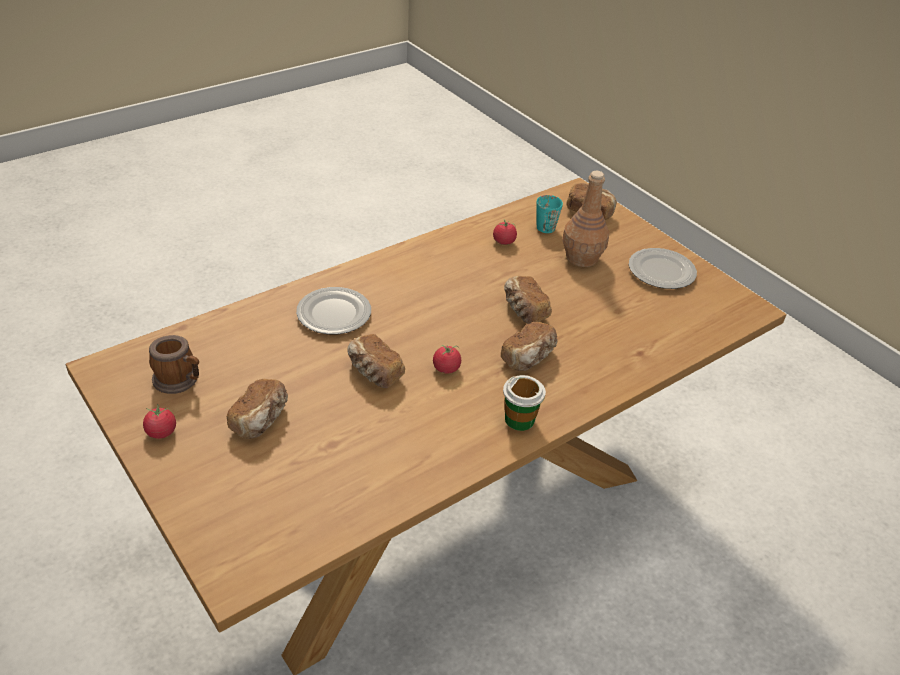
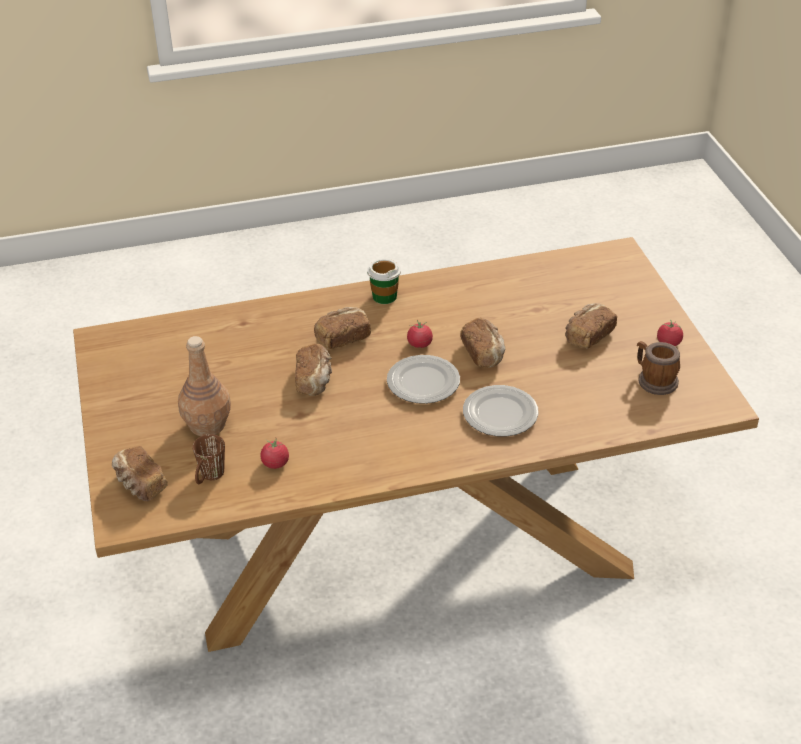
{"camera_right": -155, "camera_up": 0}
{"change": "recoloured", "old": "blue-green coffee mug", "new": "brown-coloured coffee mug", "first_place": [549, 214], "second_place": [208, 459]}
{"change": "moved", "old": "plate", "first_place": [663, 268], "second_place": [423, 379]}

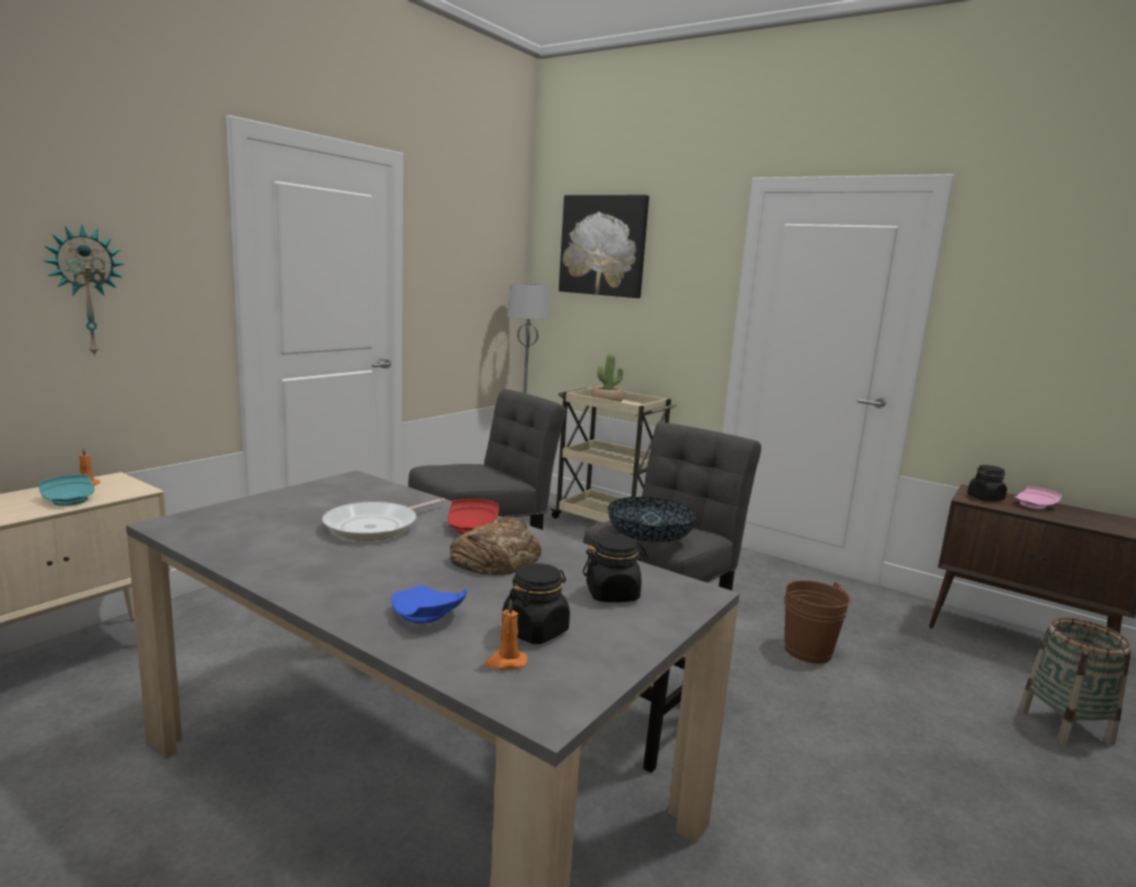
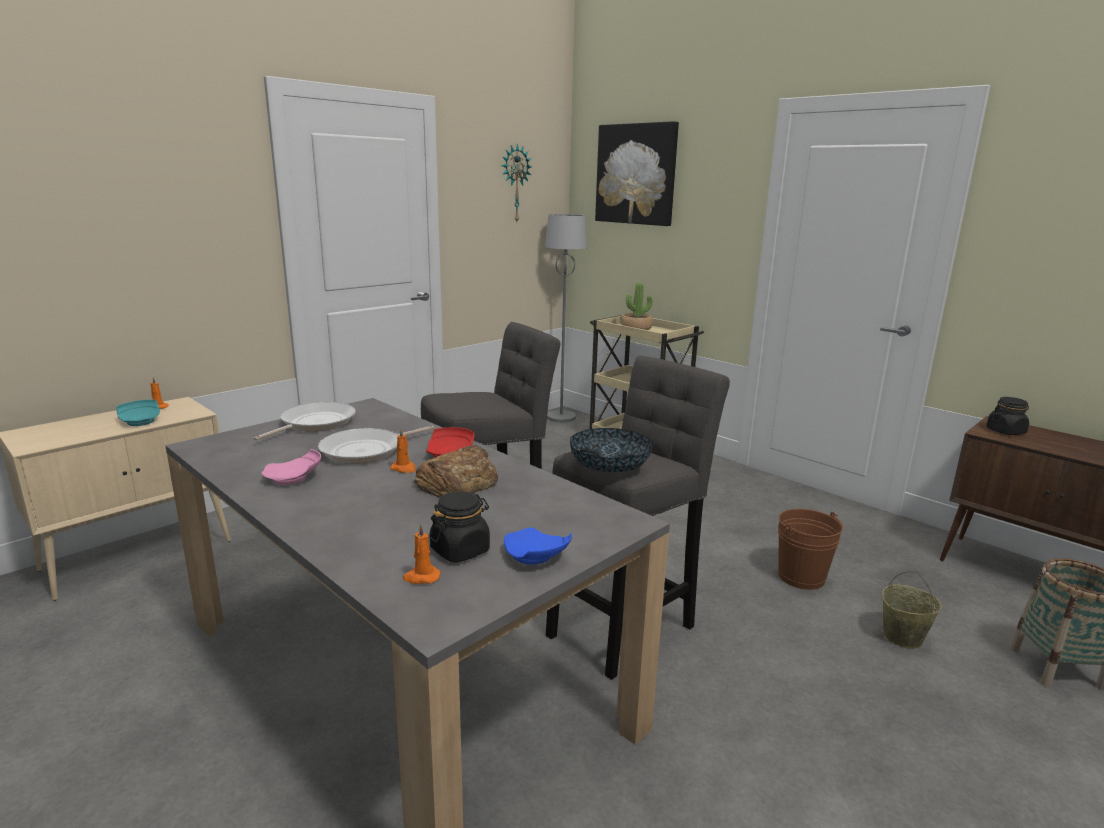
{"camera_right": 10, "camera_up": 5}
{"change": "moved", "old": "hanging clock", "first_place": [84, 291], "second_place": [516, 182]}
{"change": "moved", "old": "blue plate", "first_place": [429, 604], "second_place": [538, 546]}
{"change": "removed", "old": "black storage jar", "first_place": [615, 568]}
{"change": "moved", "old": "pink plate", "first_place": [1038, 498], "second_place": [291, 467]}
{"change": "added", "new": "pan", "second_place": [304, 421]}
{"change": "added", "new": "orangey wax light", "second_place": [403, 450]}
{"change": "added", "new": "beige-coloured water bucket", "second_place": [912, 610]}

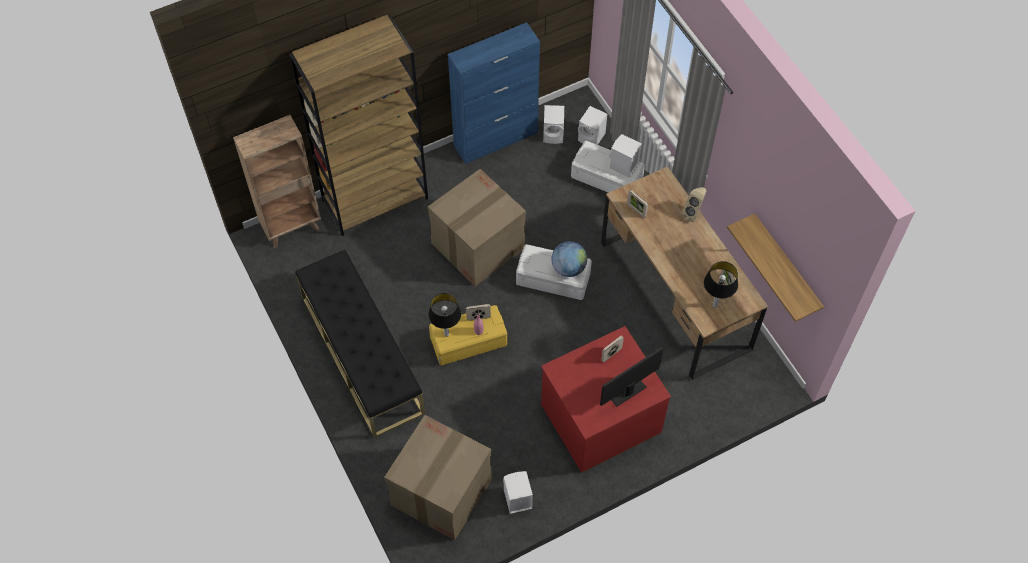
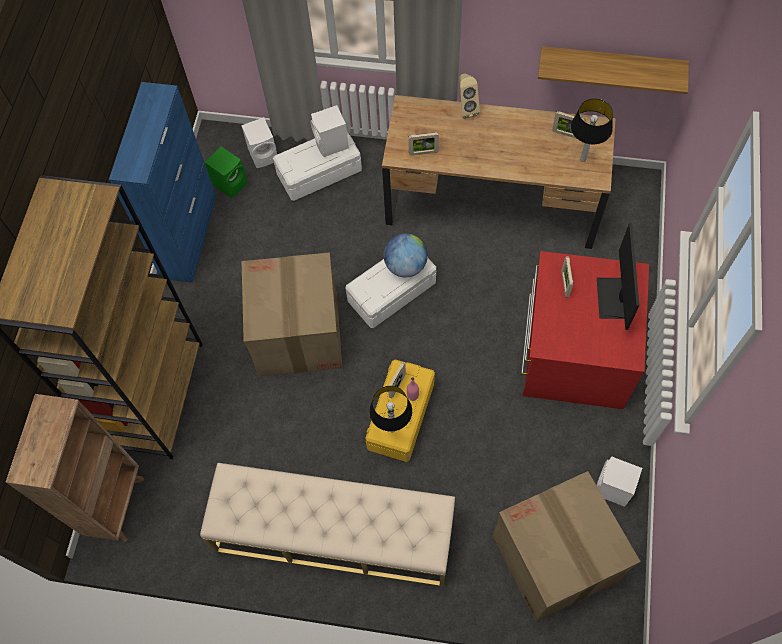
{"camera_right": -50, "camera_up": 5}
{"change": "recoloured", "old": "black bench", "new": "beige-coloured bench", "first_place": [360, 344], "second_place": [327, 525]}
{"change": "recoloured", "old": "white-coloured audio speaker", "new": "green-coloured audio speaker", "first_place": [553, 124], "second_place": [225, 172]}

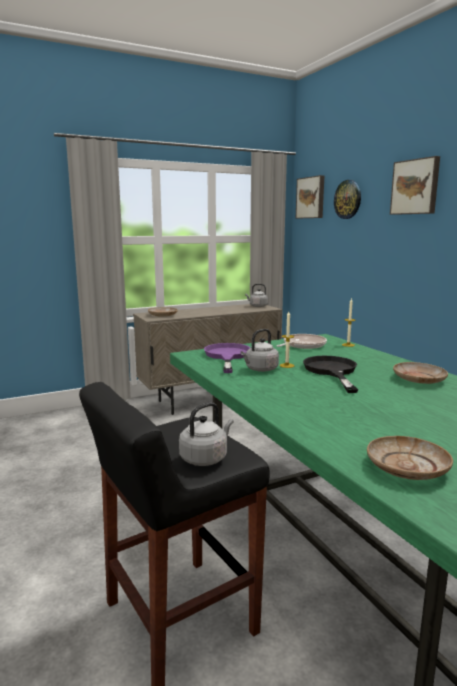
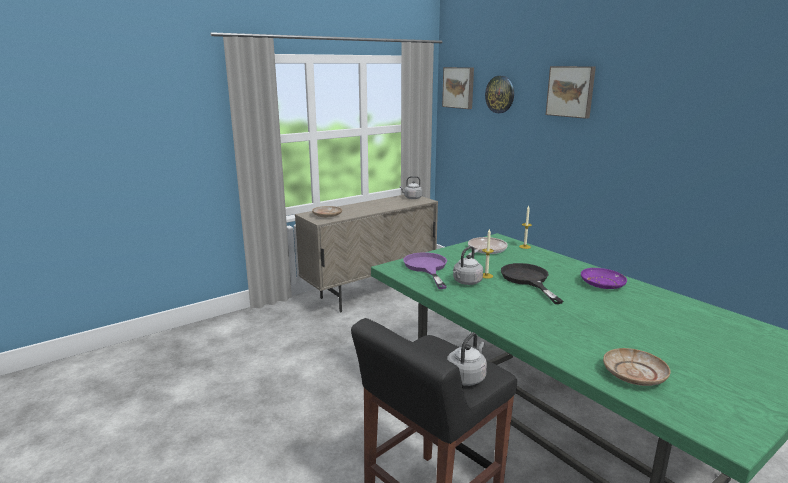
{"camera_right": -10, "camera_up": 5}
{"change": "recoloured", "old": "beige-coloured plate", "new": "purplish plate", "first_place": [420, 373], "second_place": [604, 278]}

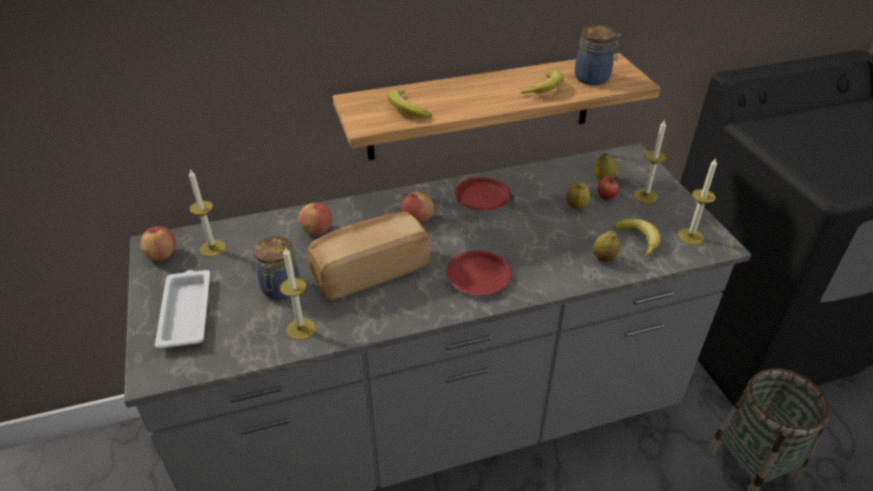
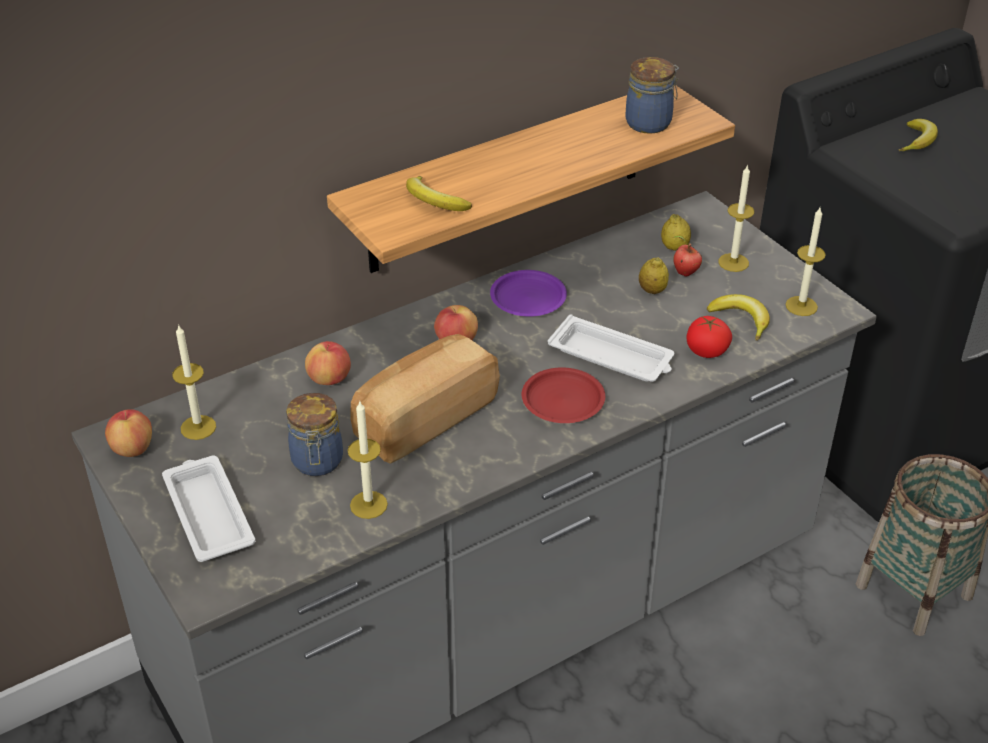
{"camera_right": -15, "camera_up": 0}
{"change": "recoloured", "old": "red plate", "new": "purplish plate", "first_place": [482, 194], "second_place": [528, 293]}
{"change": "moved", "old": "whole banana", "first_place": [542, 82], "second_place": [918, 135]}
{"change": "replaced", "old": "lemon", "new": "fresh tomato", "first_place": [606, 246], "second_place": [709, 337]}
{"change": "added", "new": "white-coloured carrying tray", "second_place": [611, 348]}

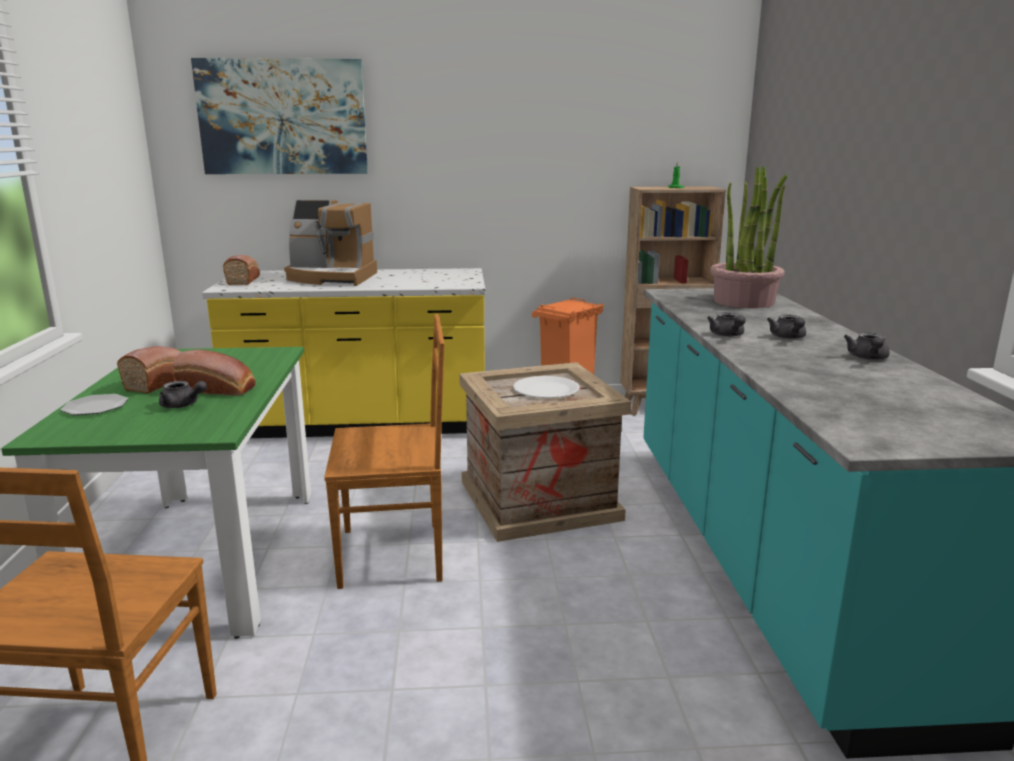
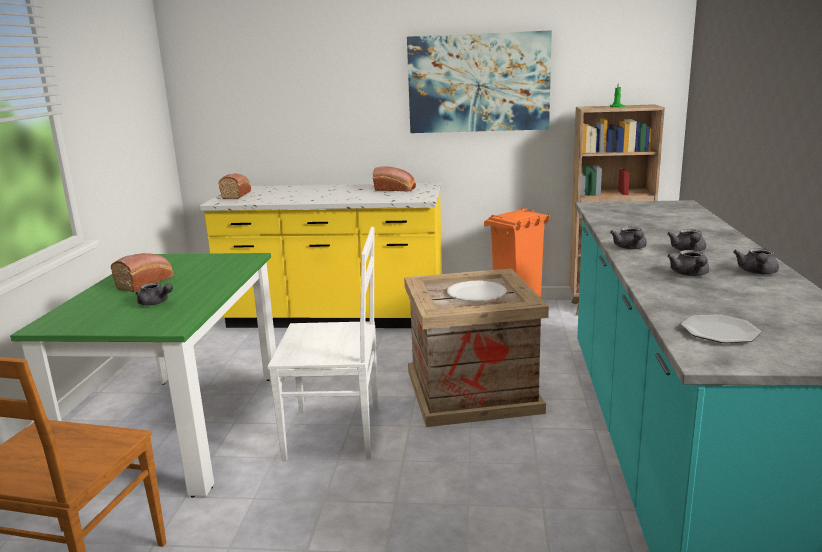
{"camera_right": 10, "camera_up": 0}
{"change": "moved", "old": "plate", "first_place": [94, 404], "second_place": [721, 328]}
{"change": "moved", "old": "bread", "first_place": [214, 373], "second_place": [394, 179]}
{"change": "moved", "old": "wall art", "first_place": [279, 116], "second_place": [479, 81]}
{"change": "removed", "old": "coffee maker", "first_place": [330, 243]}
{"change": "recoloured", "old": "brown-coloured upright chair", "new": "white-coloured upright chair", "first_place": [384, 451], "second_place": [323, 344]}
{"change": "removed", "old": "plant in a pot", "first_place": [749, 237]}
{"change": "added", "new": "grey tea pot", "second_place": [688, 263]}

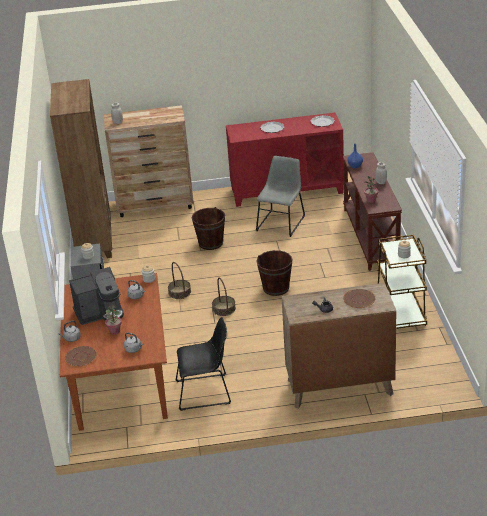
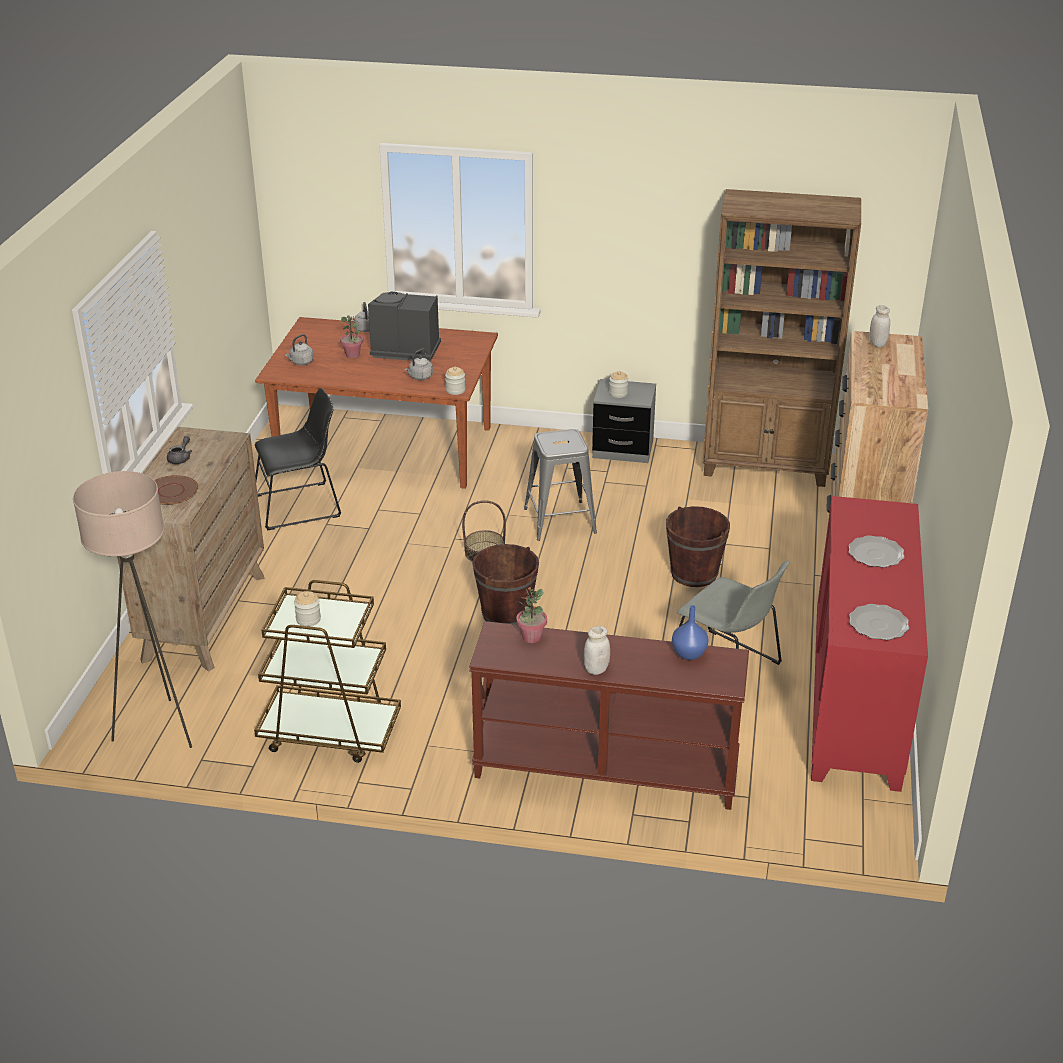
{"camera_right": 105, "camera_up": 0}
{"change": "removed", "old": "brown-coloured plate", "first_place": [81, 356]}
{"change": "turned", "old": "coffee maker", "first_place": [96, 296], "second_place": [404, 326], "degrees": 105}
{"change": "replaced", "old": "storage basket", "new": "grey stool seat", "first_place": [179, 280], "second_place": [560, 485]}
{"change": "turned", "old": "black upright chair", "first_place": [203, 364], "second_place": [298, 459], "degrees": -120}
{"change": "added", "new": "beige-coloured standard lamp", "second_place": [132, 609]}

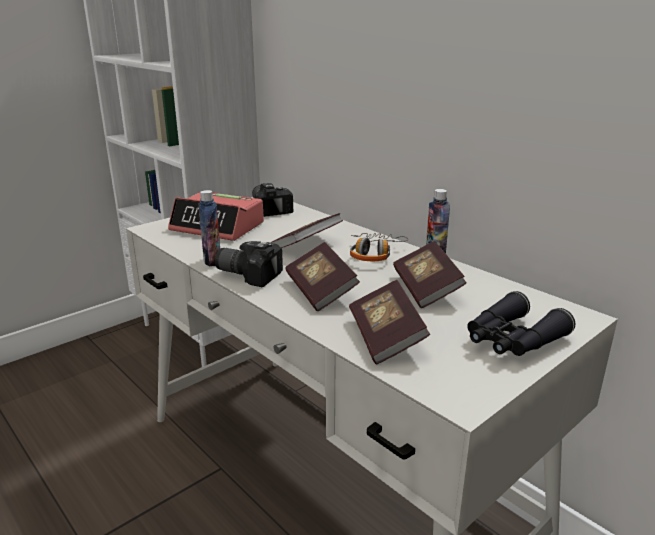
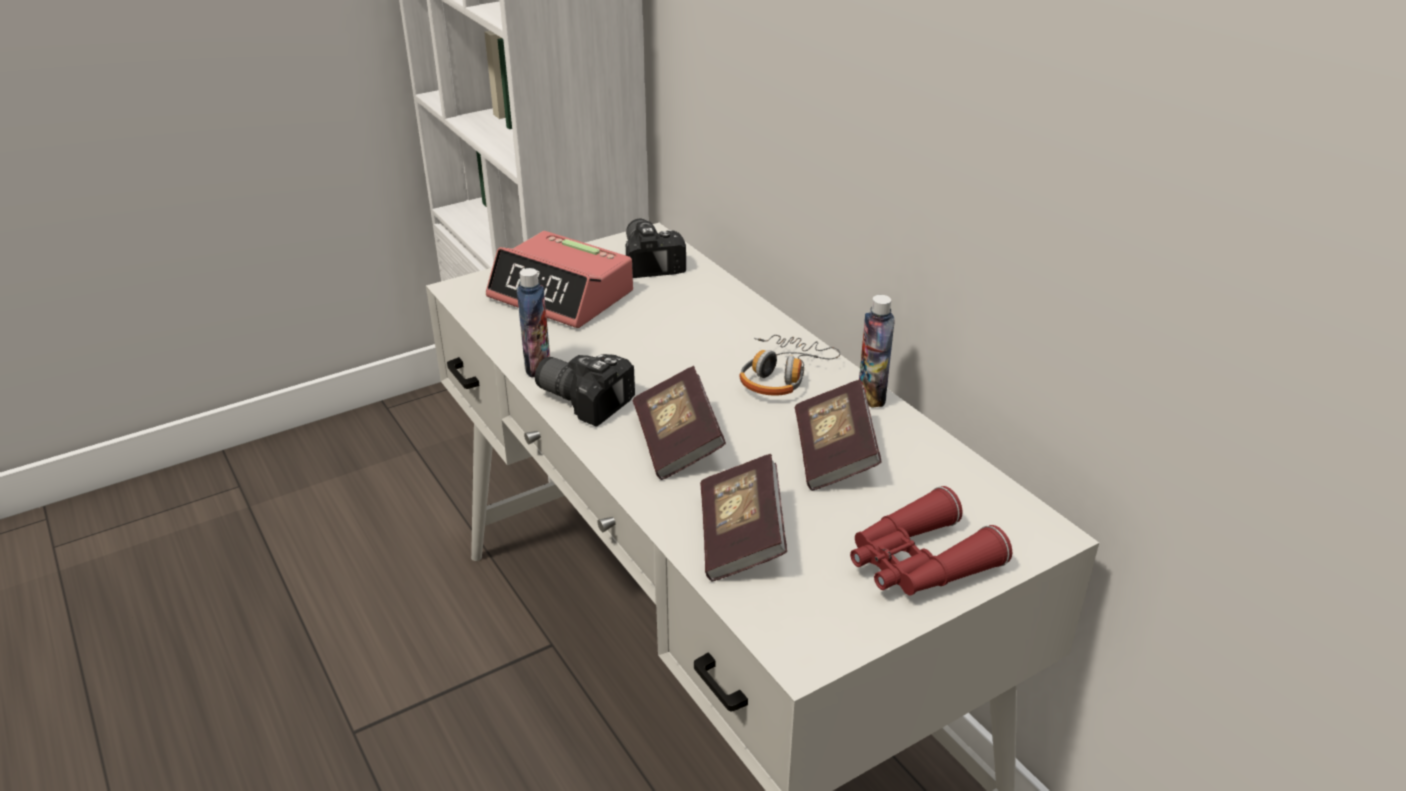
{"camera_right": 10, "camera_up": 10}
{"change": "removed", "old": "volume", "first_place": [307, 230]}
{"change": "recoloured", "old": "black pair of binoculars", "new": "red pair of binoculars", "first_place": [521, 323], "second_place": [931, 541]}

